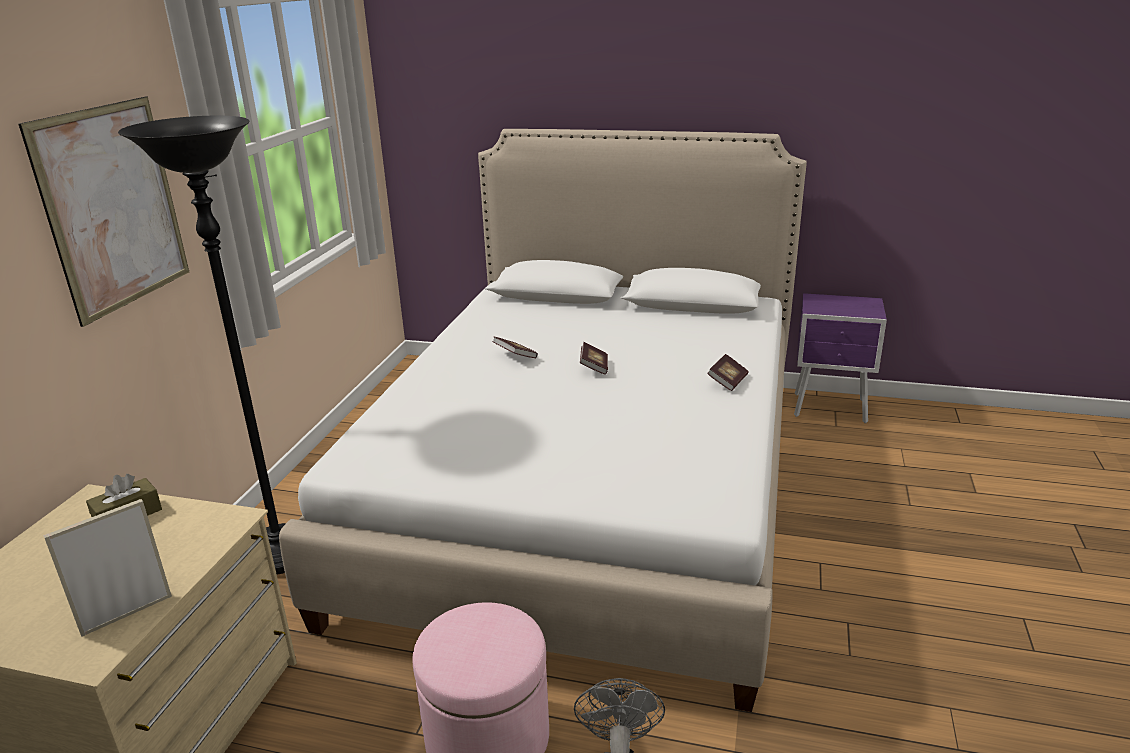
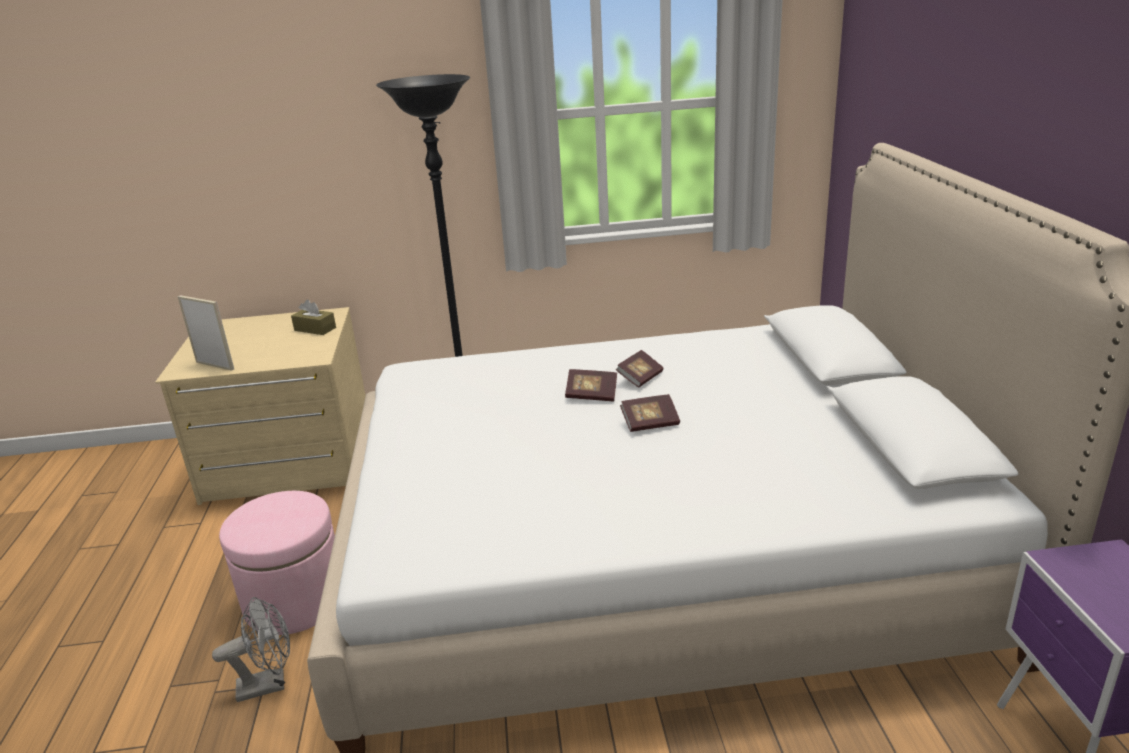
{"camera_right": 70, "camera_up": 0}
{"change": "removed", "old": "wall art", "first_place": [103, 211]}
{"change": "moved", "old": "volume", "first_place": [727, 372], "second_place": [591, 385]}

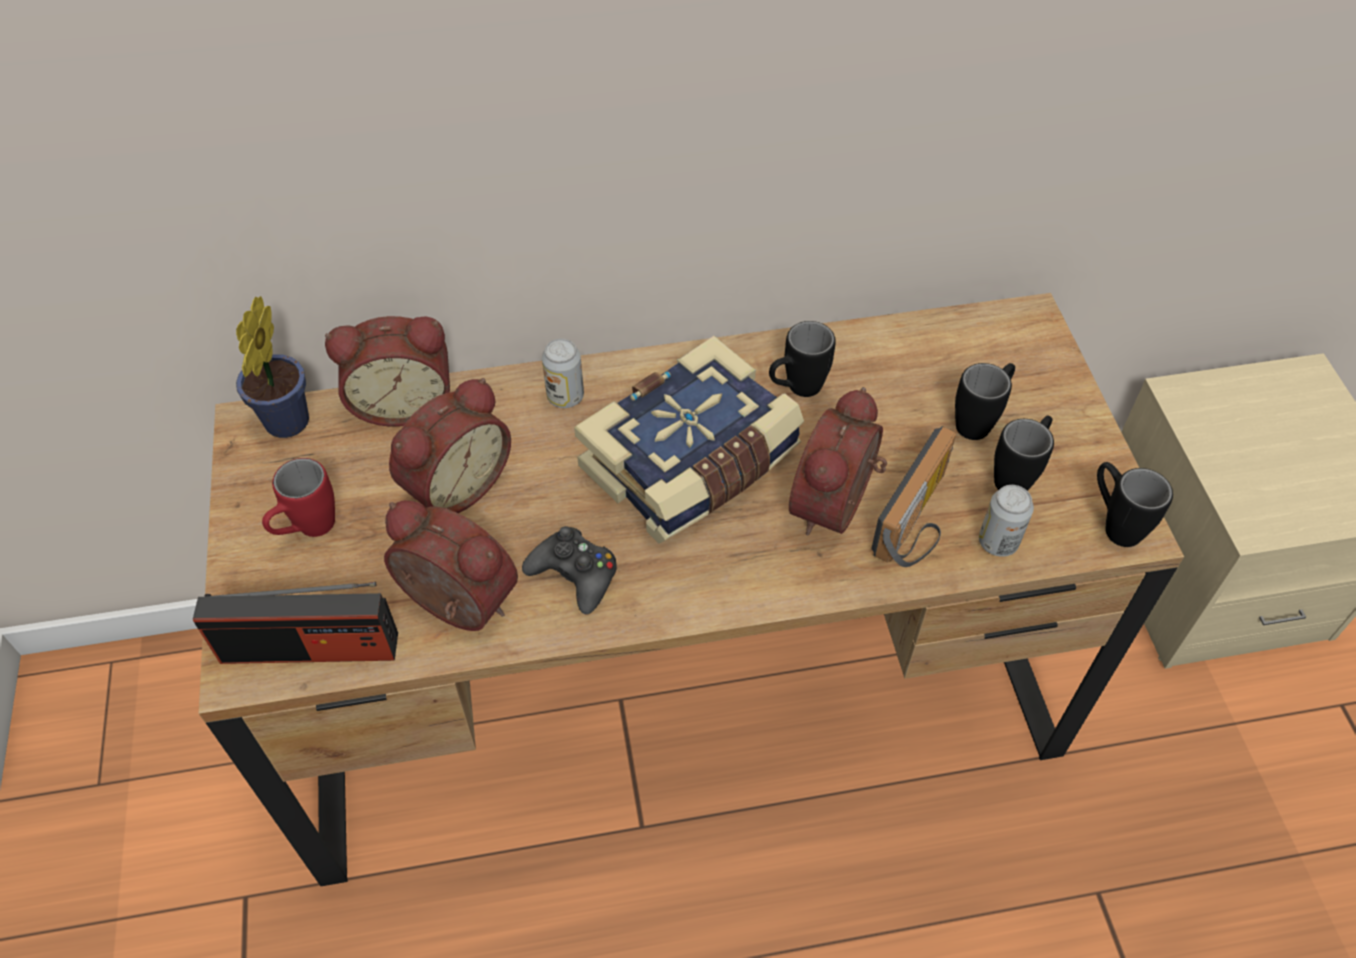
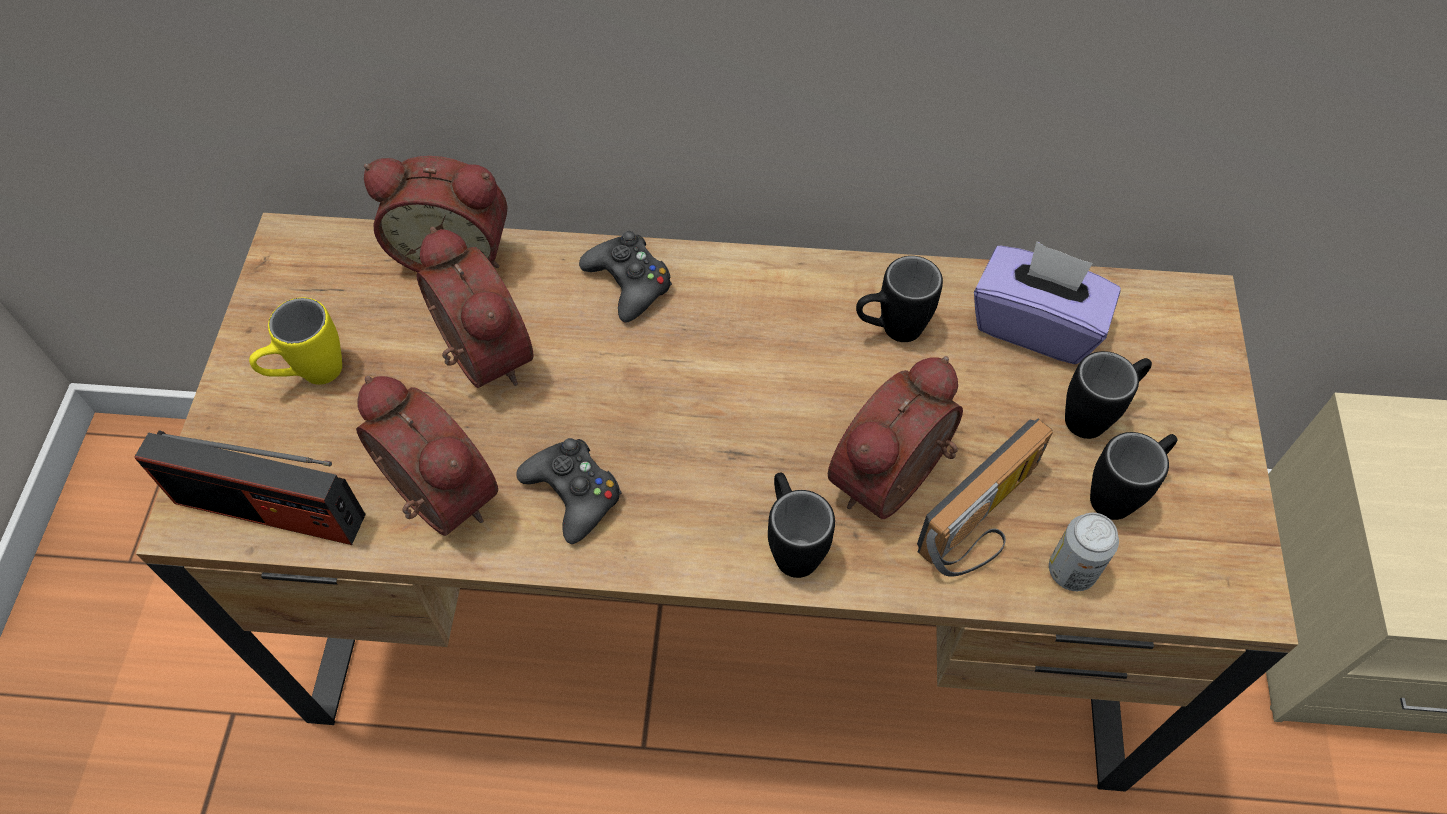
{"camera_right": 15, "camera_up": 5}
{"change": "removed", "old": "plant in a pot", "first_place": [272, 367]}
{"change": "recoloured", "old": "red coffee mug", "new": "yellow-coloured coffee mug", "first_place": [298, 497], "second_place": [295, 341]}
{"change": "turned", "old": "table clock", "first_place": [450, 445], "second_place": [475, 307], "degrees": -90}
{"change": "replaced", "old": "sealed can", "new": "black game controller", "first_place": [563, 373], "second_place": [625, 277]}
{"change": "removed", "old": "volume", "first_place": [689, 440]}
{"change": "moved", "old": "black coffee mug", "first_place": [1135, 504], "second_place": [801, 525]}
{"change": "added", "new": "purplish box of tissues", "second_place": [1047, 302]}

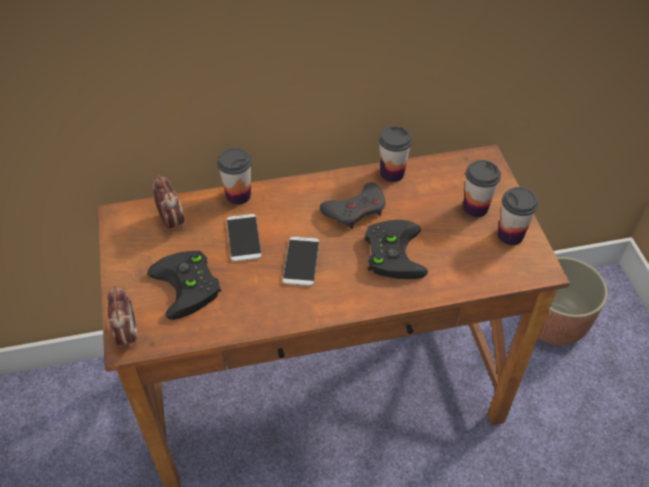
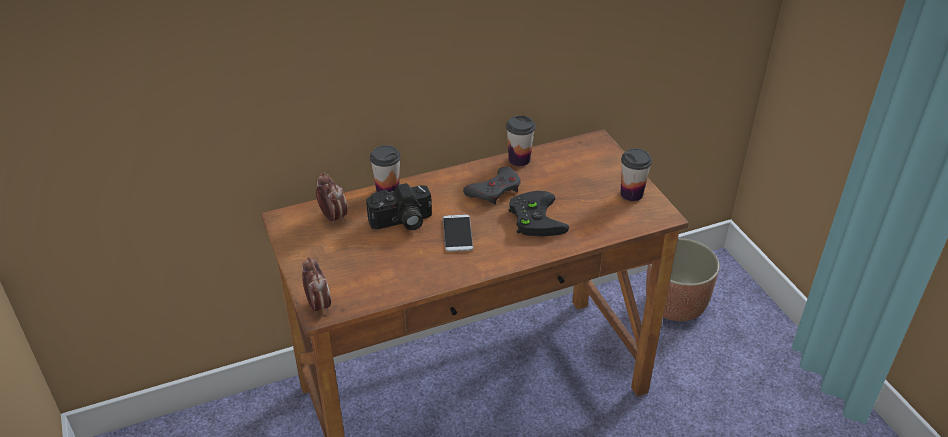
{"camera_right": -10, "camera_up": -10}
{"change": "removed", "old": "black game controller", "first_place": [184, 285]}
{"change": "replaced", "old": "phone", "new": "photo camera", "first_place": [244, 238], "second_place": [399, 206]}
{"change": "removed", "old": "small cup", "first_place": [482, 188]}

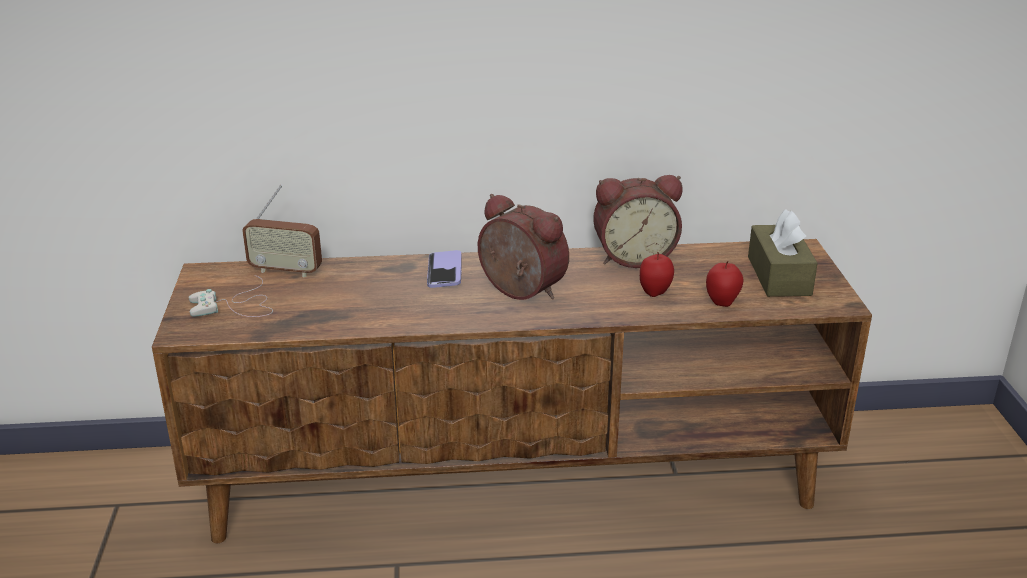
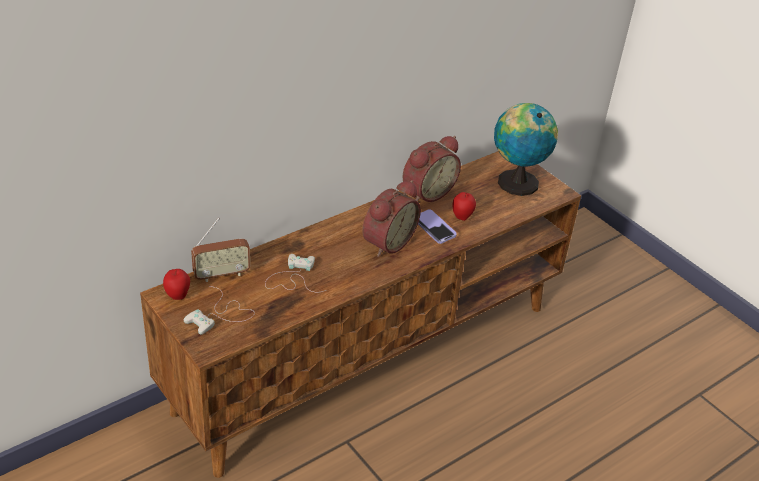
{"camera_right": -35, "camera_up": 10}
{"change": "moved", "old": "phone", "first_place": [444, 269], "second_place": [437, 226]}
{"change": "turned", "old": "table clock", "first_place": [523, 247], "second_place": [391, 218], "degrees": 120}
{"change": "moved", "old": "whole apple", "first_place": [724, 284], "second_place": [176, 284]}
{"change": "replaced", "old": "brown-coloured box of tissues", "new": "world globe", "first_place": [783, 253], "second_place": [526, 149]}
{"change": "added", "new": "white-coloured game controller", "second_place": [295, 273]}

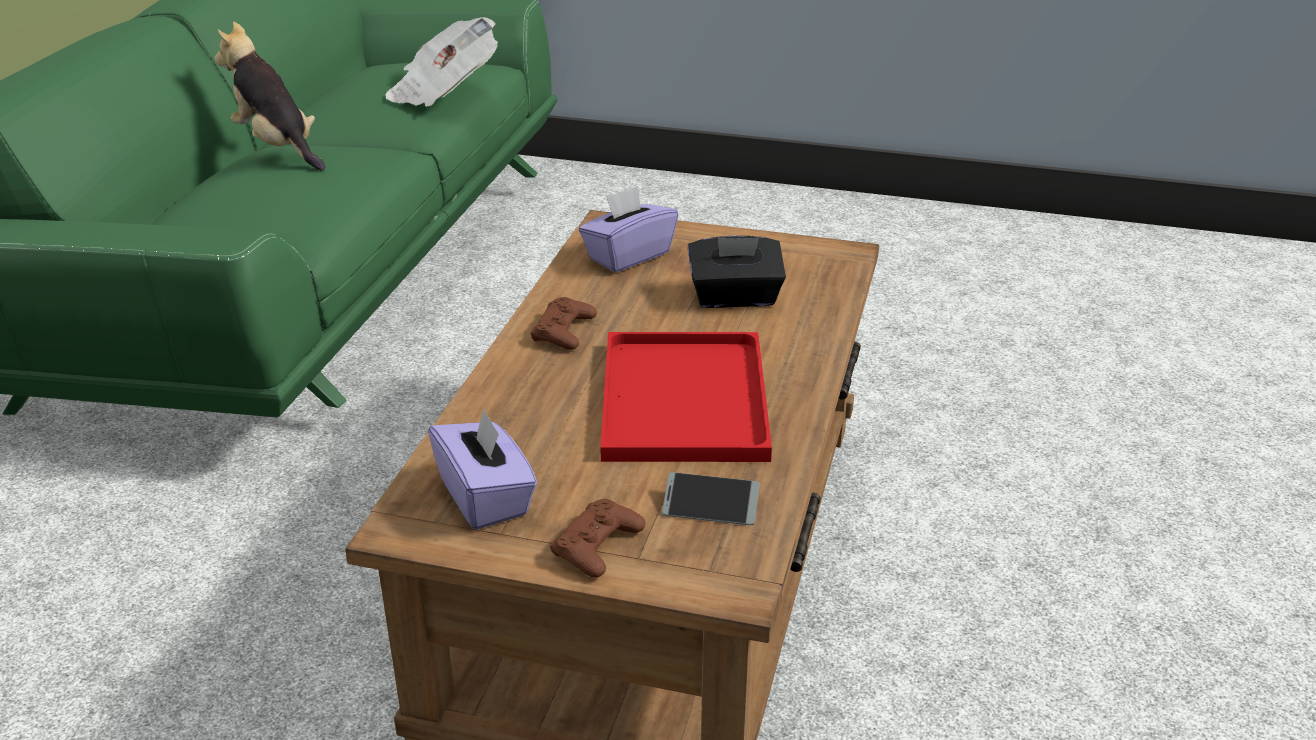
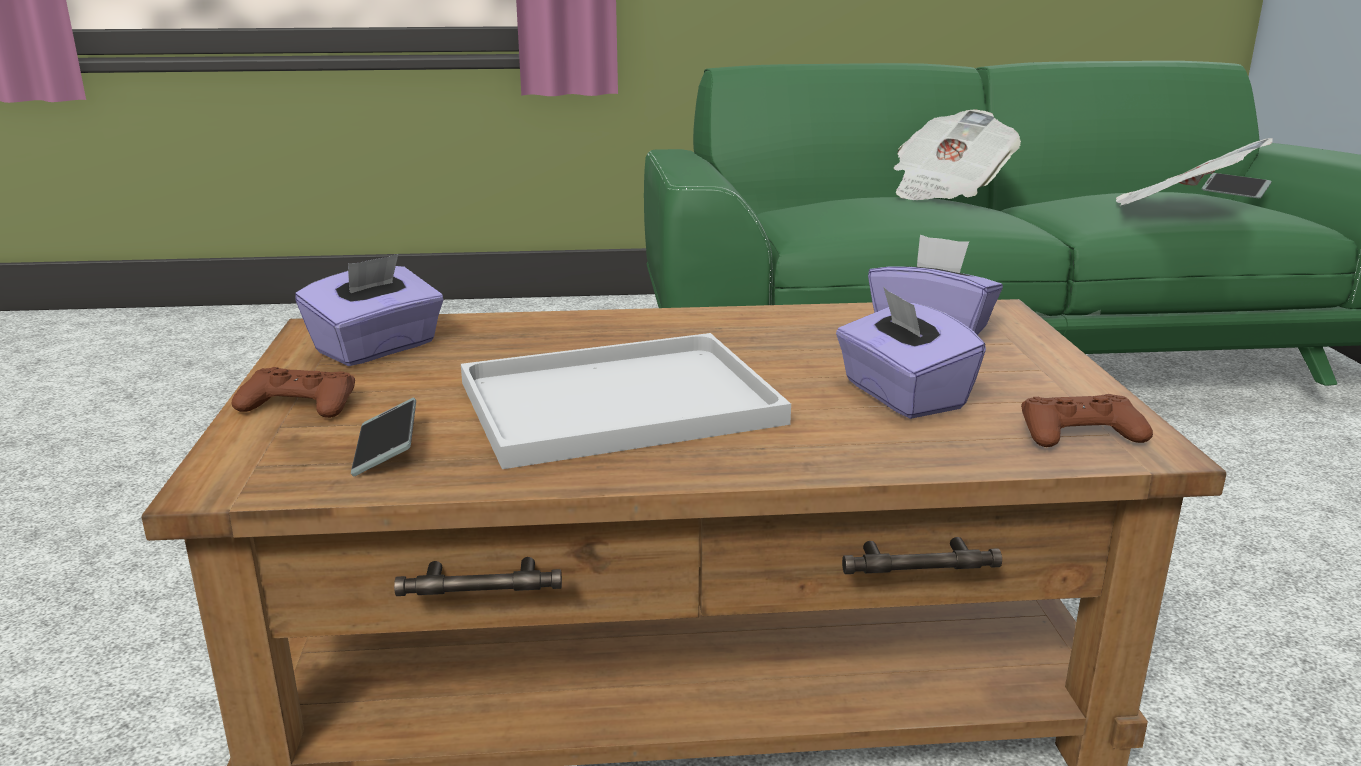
{"camera_right": 70, "camera_up": -10}
{"change": "replaced", "old": "plush toy", "new": "printed paper", "first_place": [270, 96], "second_place": [957, 154]}
{"change": "moved", "old": "brown-coloured game controller", "first_place": [564, 323], "second_place": [1087, 420]}
{"change": "recoloured", "old": "red carrying tray", "new": "white-coloured carrying tray", "first_place": [686, 397], "second_place": [626, 401]}
{"change": "recoloured", "old": "black box of tissues", "new": "purplish box of tissues", "first_place": [736, 271], "second_place": [911, 353]}
{"change": "added", "new": "phone", "second_place": [1237, 185]}

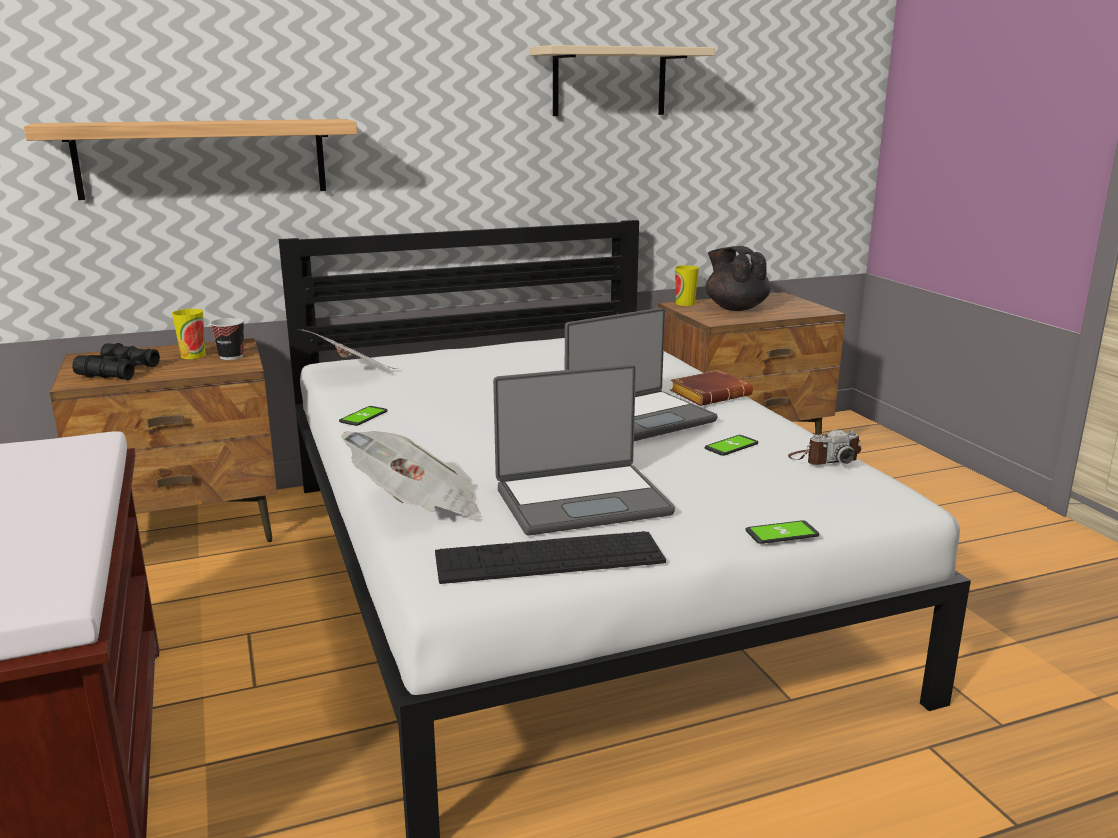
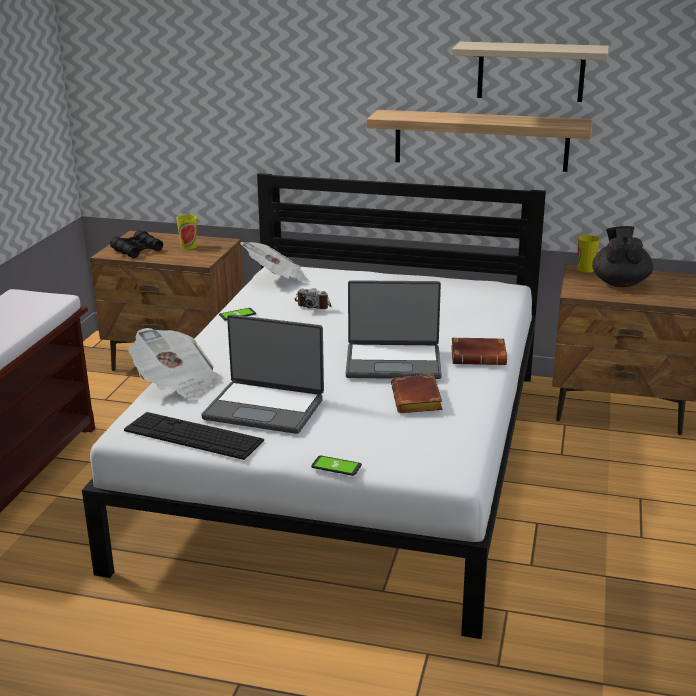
{"camera_right": 35, "camera_up": 5}
{"change": "moved", "old": "wall shelf", "first_place": [190, 159], "second_place": [480, 141]}
{"change": "removed", "old": "small cup", "first_place": [227, 339]}
{"change": "replaced", "old": "phone", "new": "brown-coloured volume", "first_place": [731, 445], "second_place": [417, 393]}
{"change": "moved", "old": "photo camera", "first_place": [825, 447], "second_place": [312, 298]}

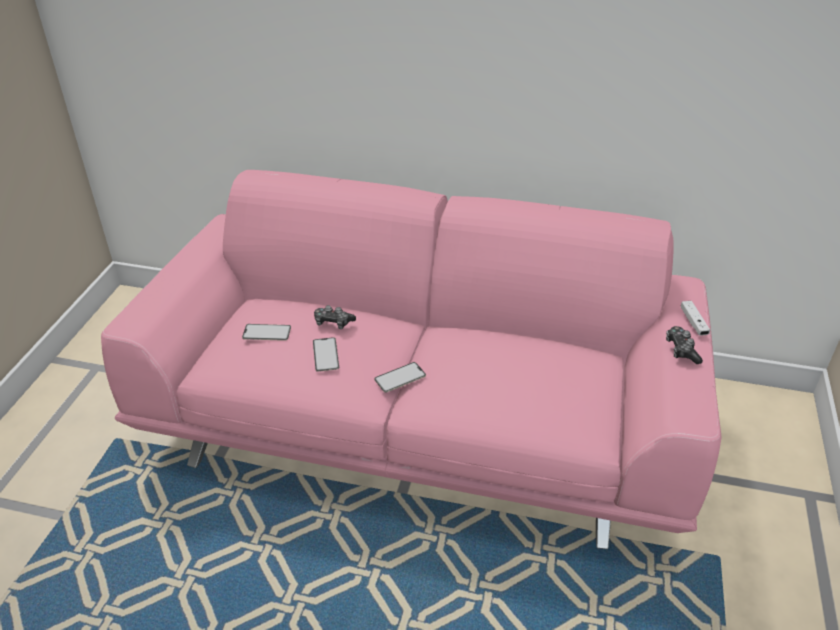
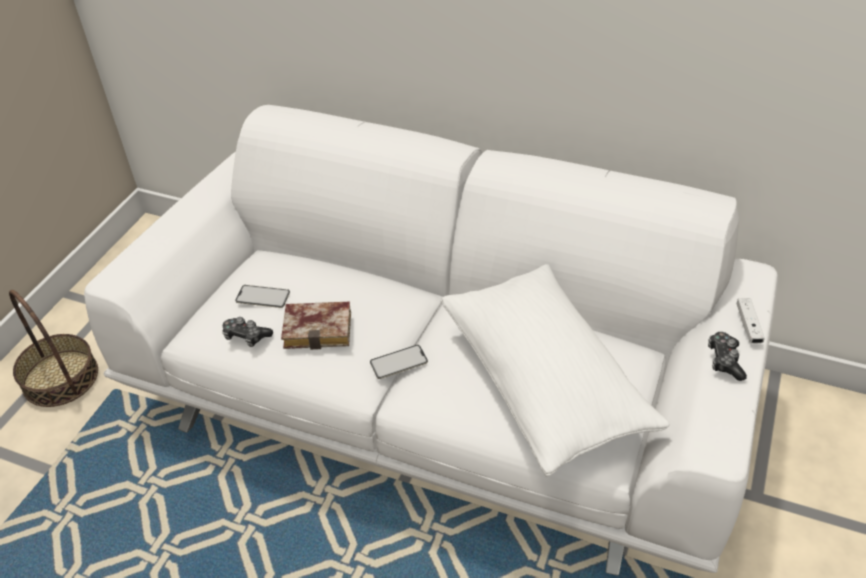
{"camera_right": 10, "camera_up": 5}
{"change": "recoloured", "old": "pink couch", "new": "white-coloured couch", "first_place": [411, 359], "second_place": [431, 340]}
{"change": "replaced", "old": "phone", "new": "volume", "first_place": [326, 354], "second_place": [316, 326]}
{"change": "moved", "old": "game controller", "first_place": [335, 317], "second_place": [247, 332]}
{"change": "added", "new": "storage basket", "second_place": [53, 348]}
{"change": "added", "new": "white-coloured pillow", "second_place": [555, 370]}

